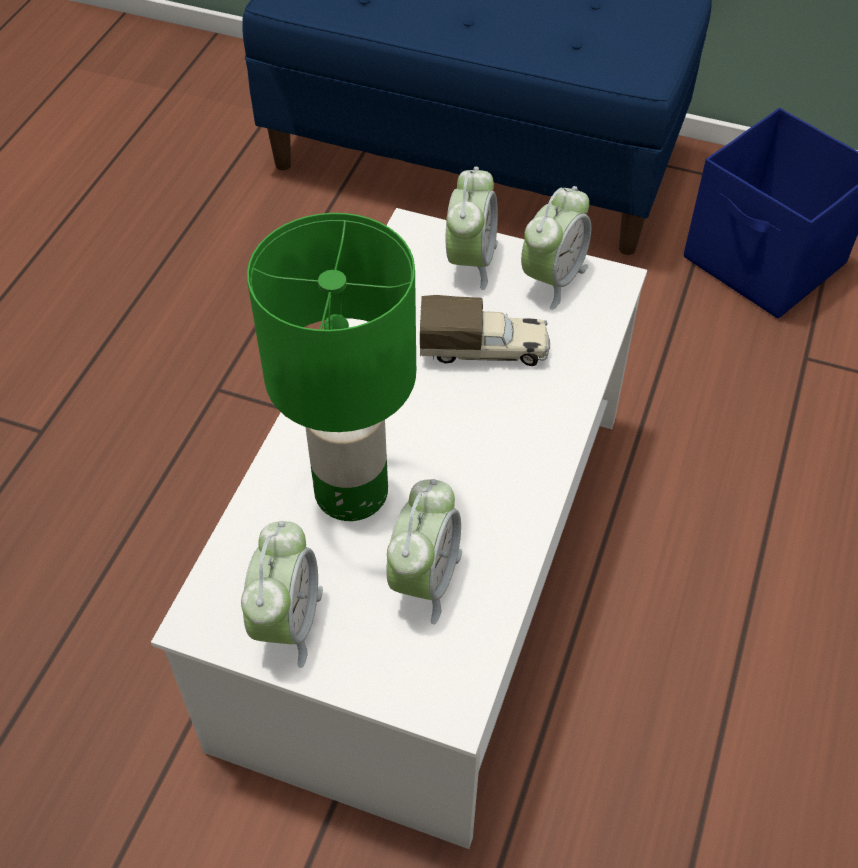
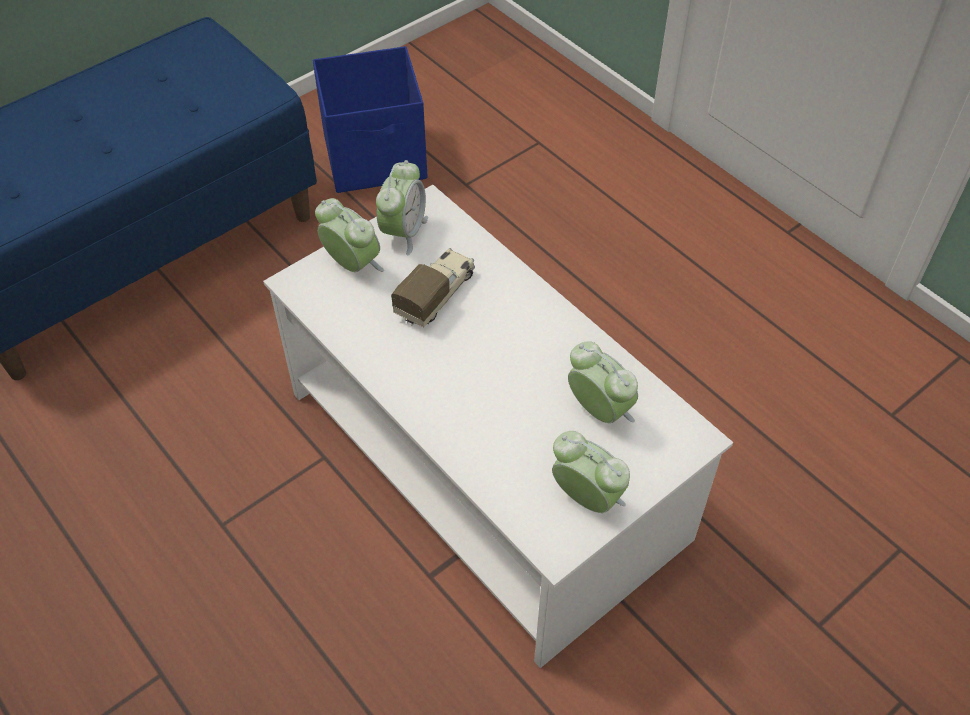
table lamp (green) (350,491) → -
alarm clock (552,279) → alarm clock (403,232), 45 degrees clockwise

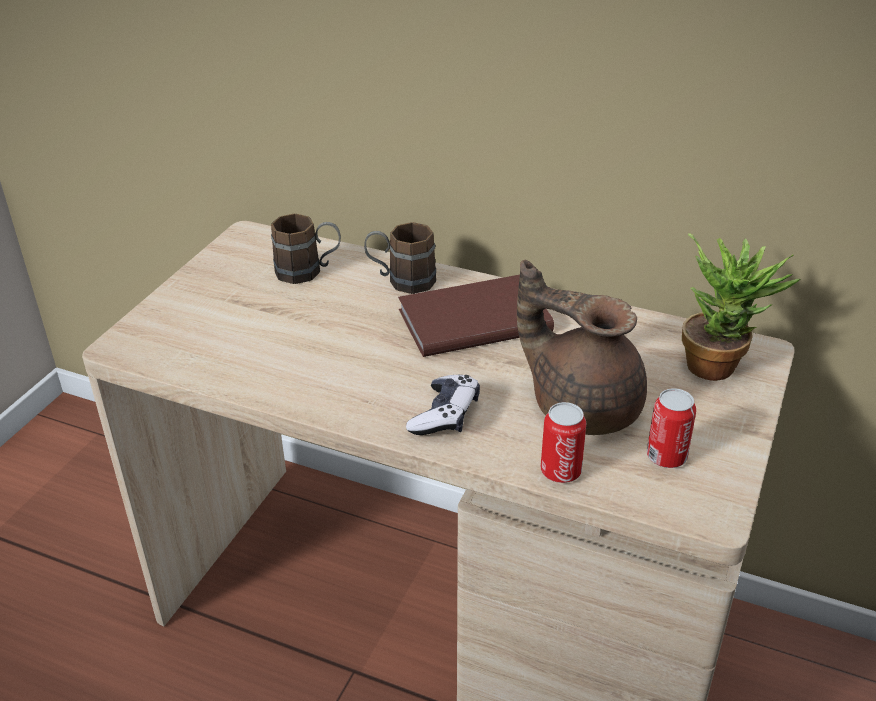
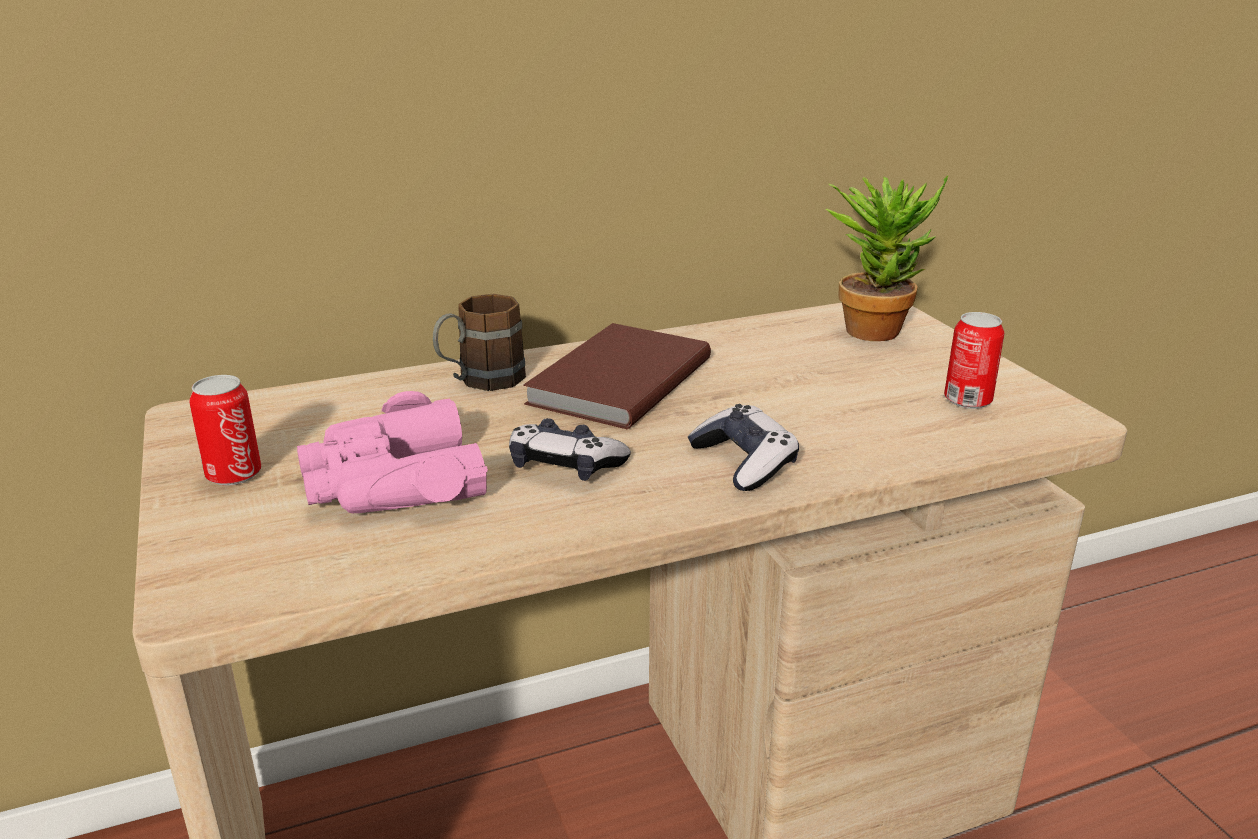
mug (brown) (308,271) → -
teapot (brown) (582,405) → -
can (560,471) → can (234,475), move
- → binoculars (pink) (392,482)
- → game controller (565,466)

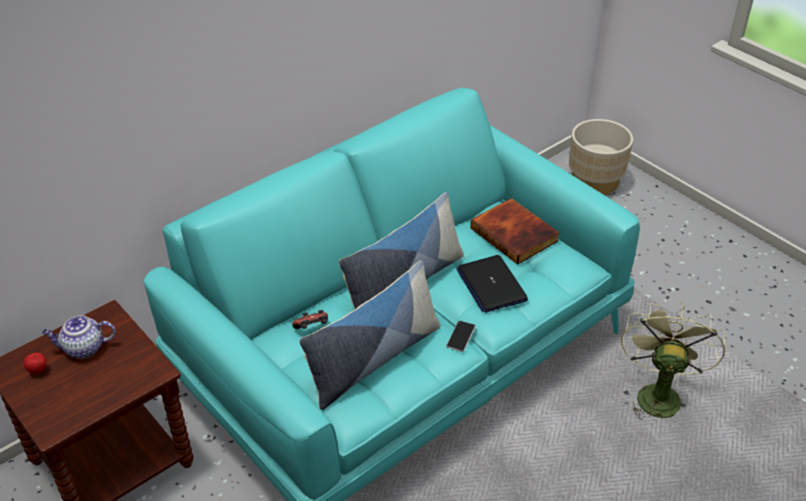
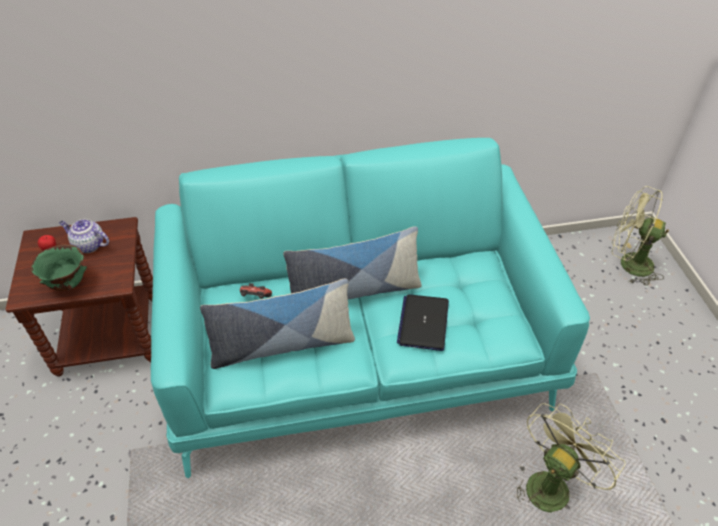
phone (461,337) → -
book (515,234) → -
planter (beige) (595,181) → fan (green) (628,264)
- → bowl (green) (68,284)

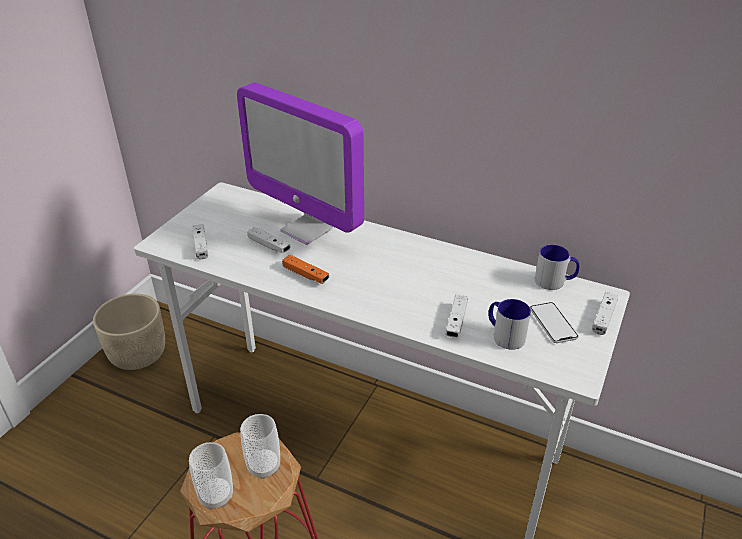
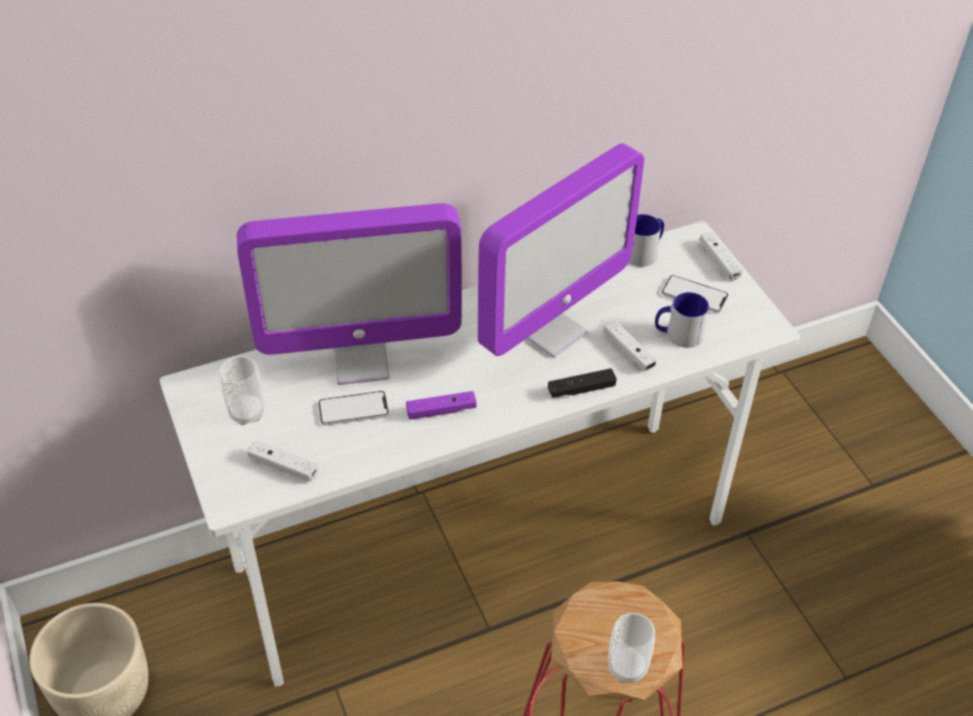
cup (263,466) → cup (246,413), move
game controller (white) (269,245) → phone (353,409)
game controller (orange) (305,275) → game controller (purple) (441,411)
- → monitor (550,331)
- → game controller (black) (581,389)

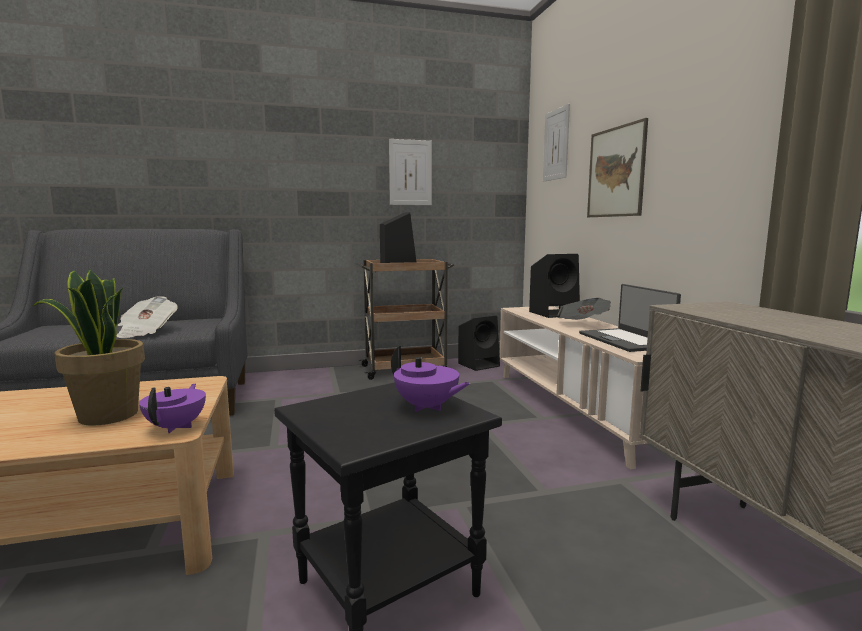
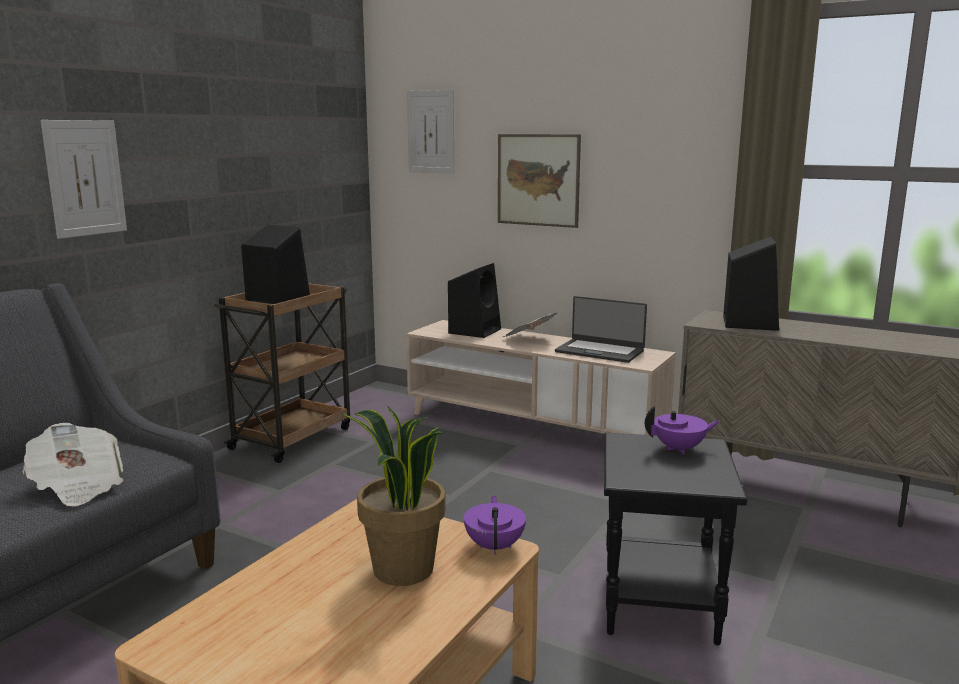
teapot (purple) (177,427) → teapot (purple) (495,546), 45 degrees clockwise
picture (410,172) → picture (85,178), move
speaker (black) (479,364) → speaker (black) (749,322), move

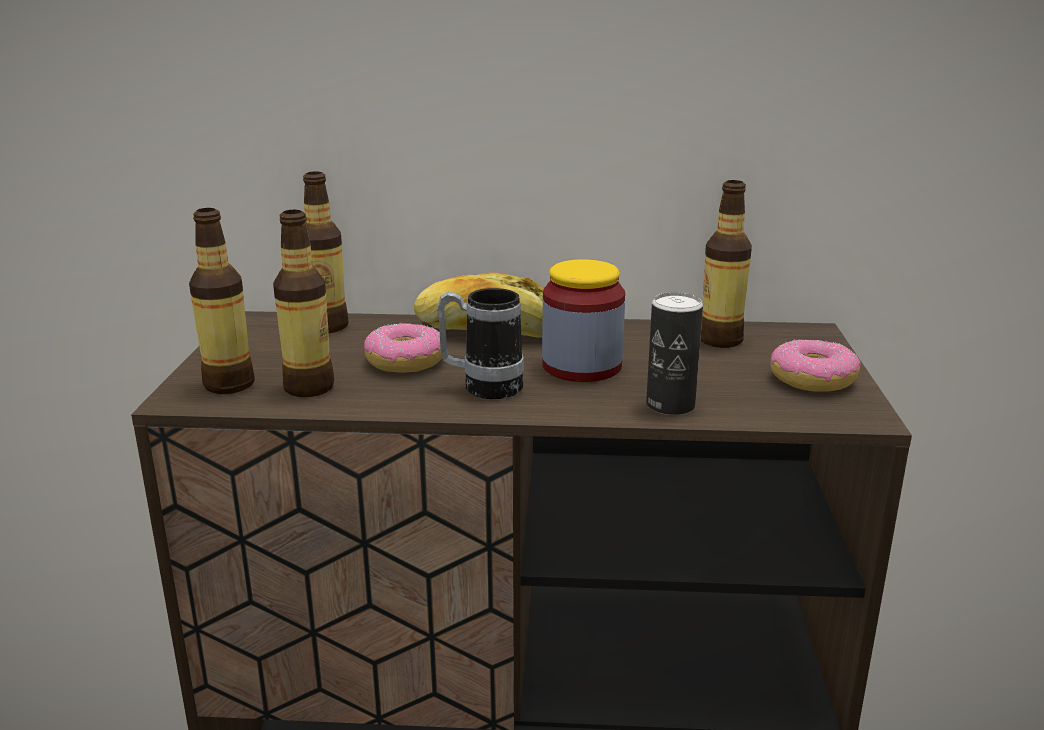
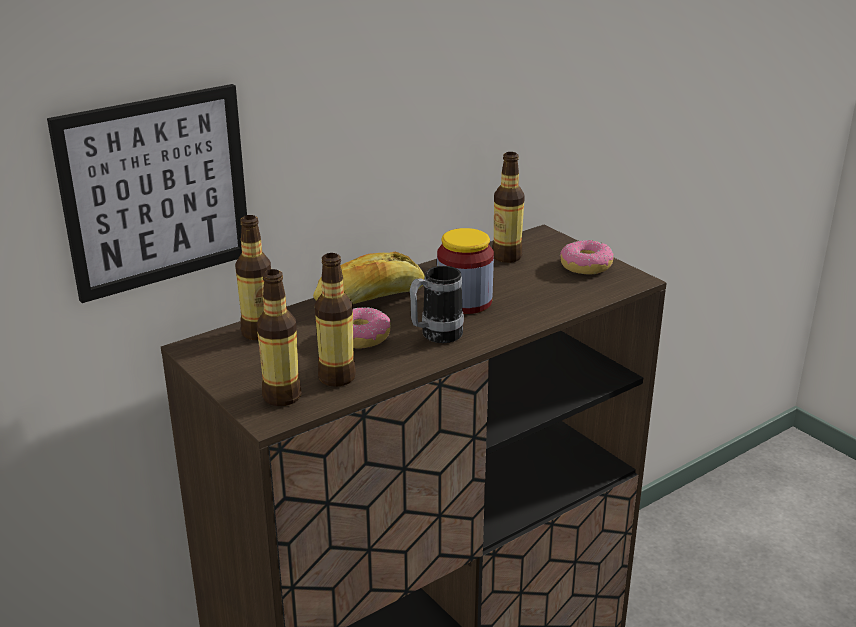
can (670,405) → -
- → picture (156,191)

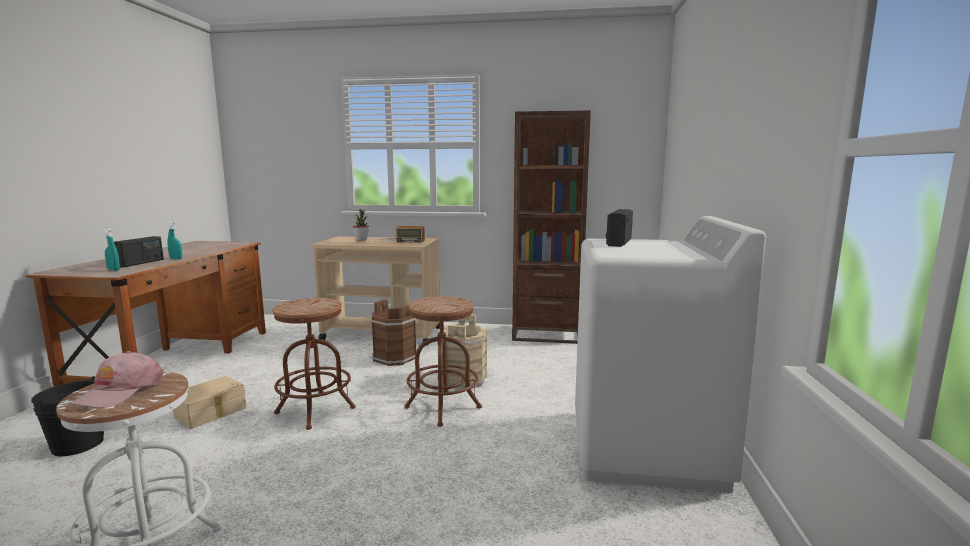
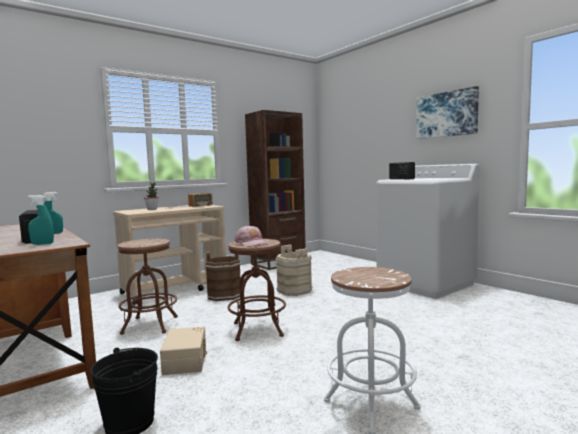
cap (pink) (120,391) → cap (pink) (251,243), move
stool (brown) (443,407) → stool (brown) (150,325), move
- → picture (446,114)

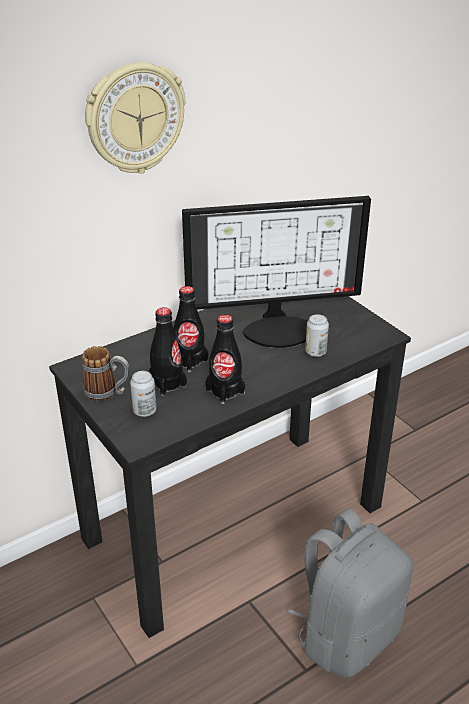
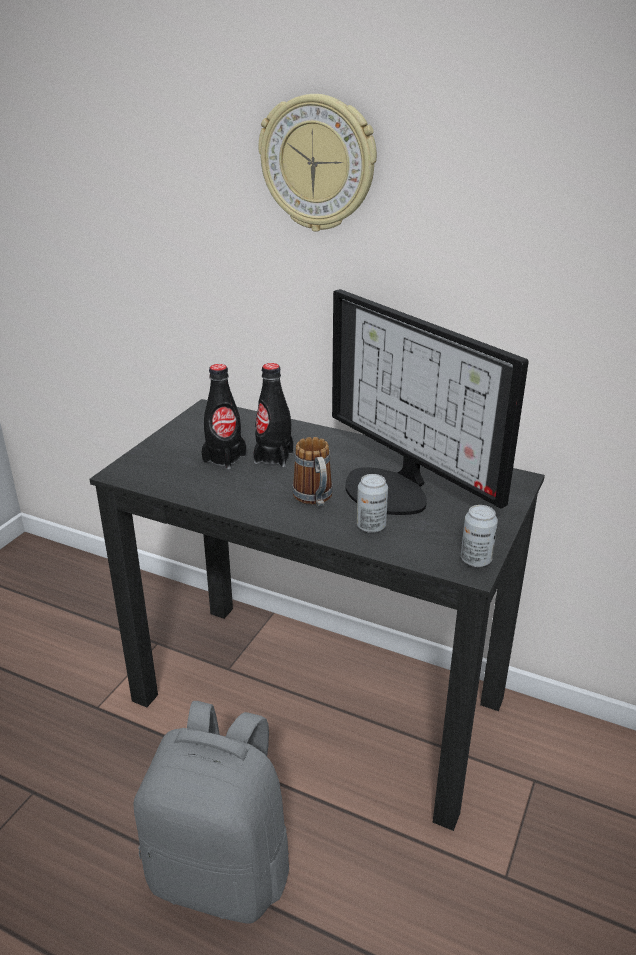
mug (108,392) → mug (315,499), move
can (144,411) → can (476,560), move
bottle (black) (225,391) → -

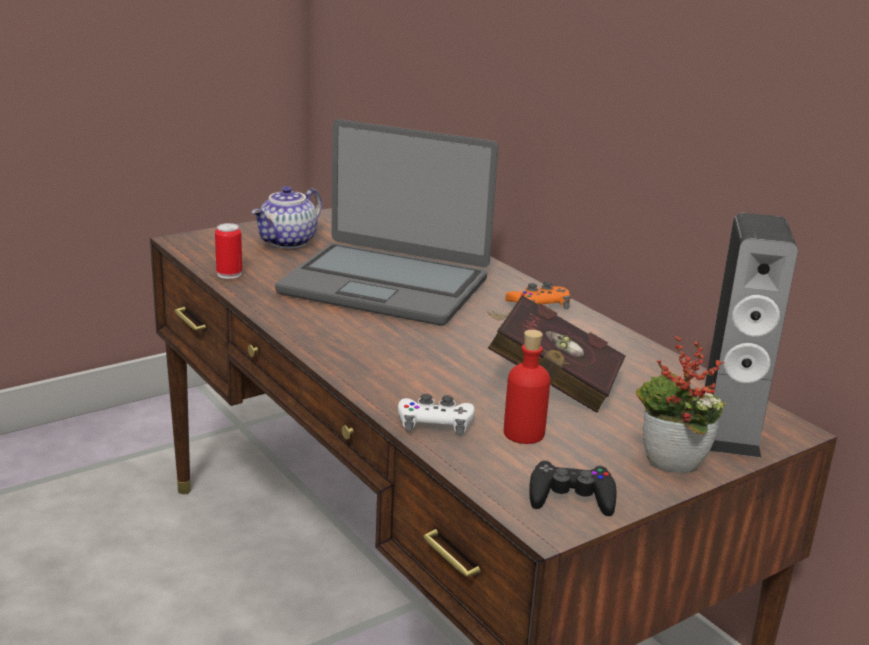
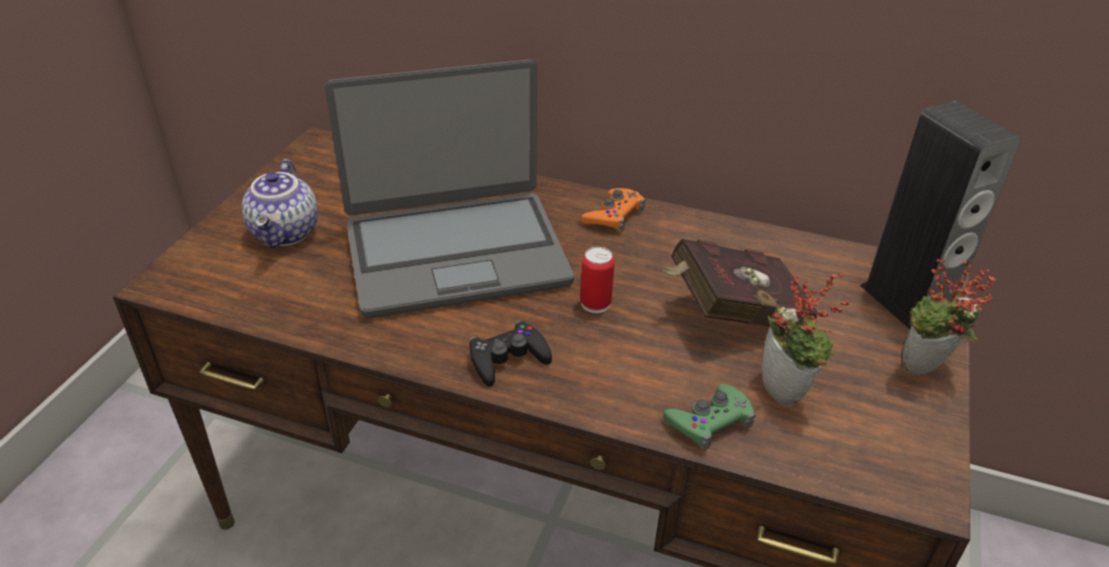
can (229,274) → can (595,303), move
game controller (white) (435,422) → game controller (green) (709,421)
bottle (red) (524,433) → potted plant (787,392)
game controller (black) (571,496) → game controller (black) (508,359), move

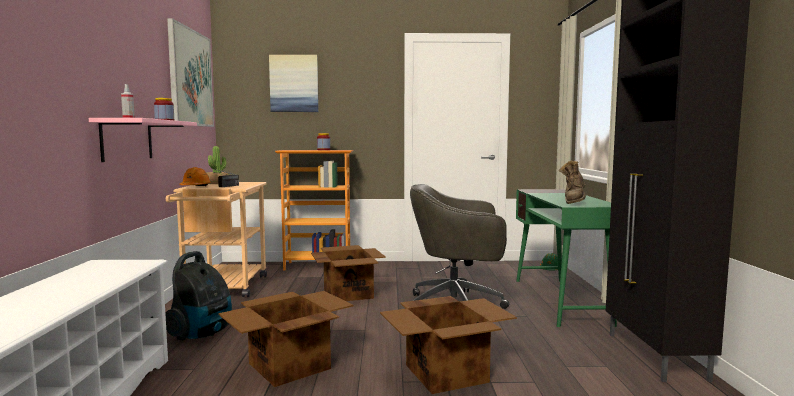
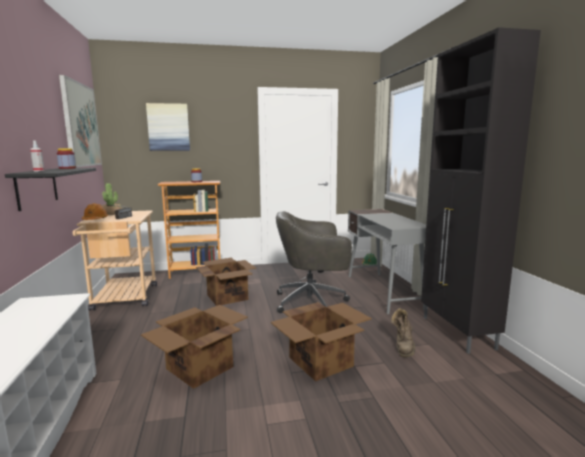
shelf (pink) (127,140) → shelf (black) (37,187)
vacuum cleaner (202,333) → -
desk (green) (560,300) → desk (grey) (383,291)
boot (brown) (573,202) → boot (brown) (403,347), move

